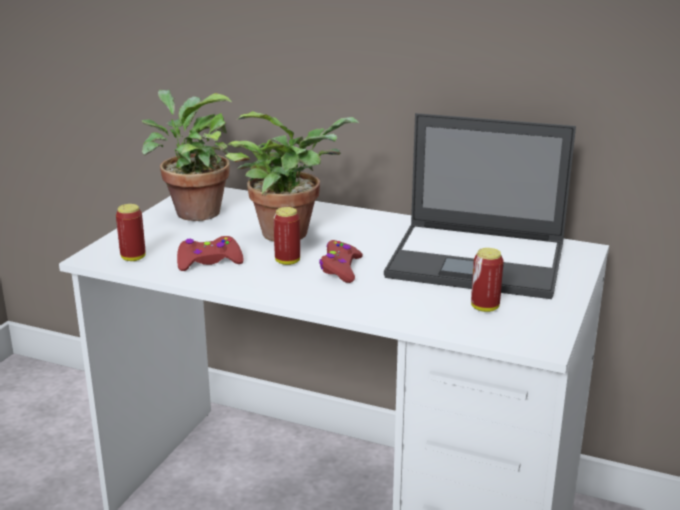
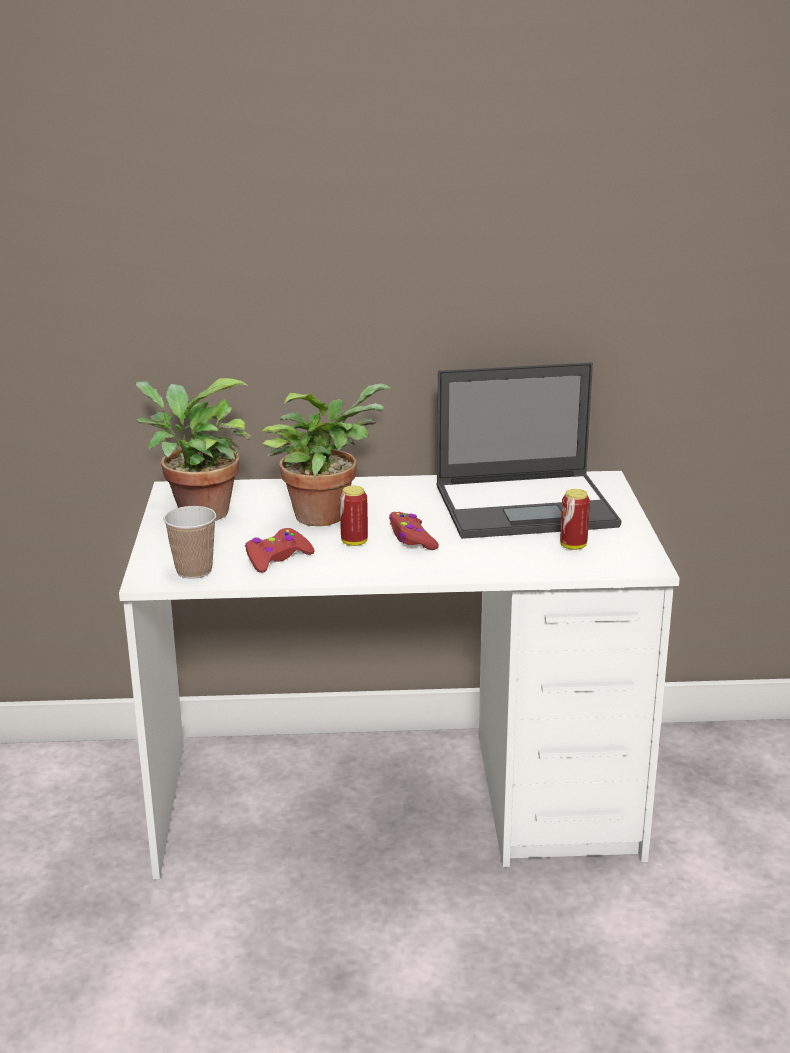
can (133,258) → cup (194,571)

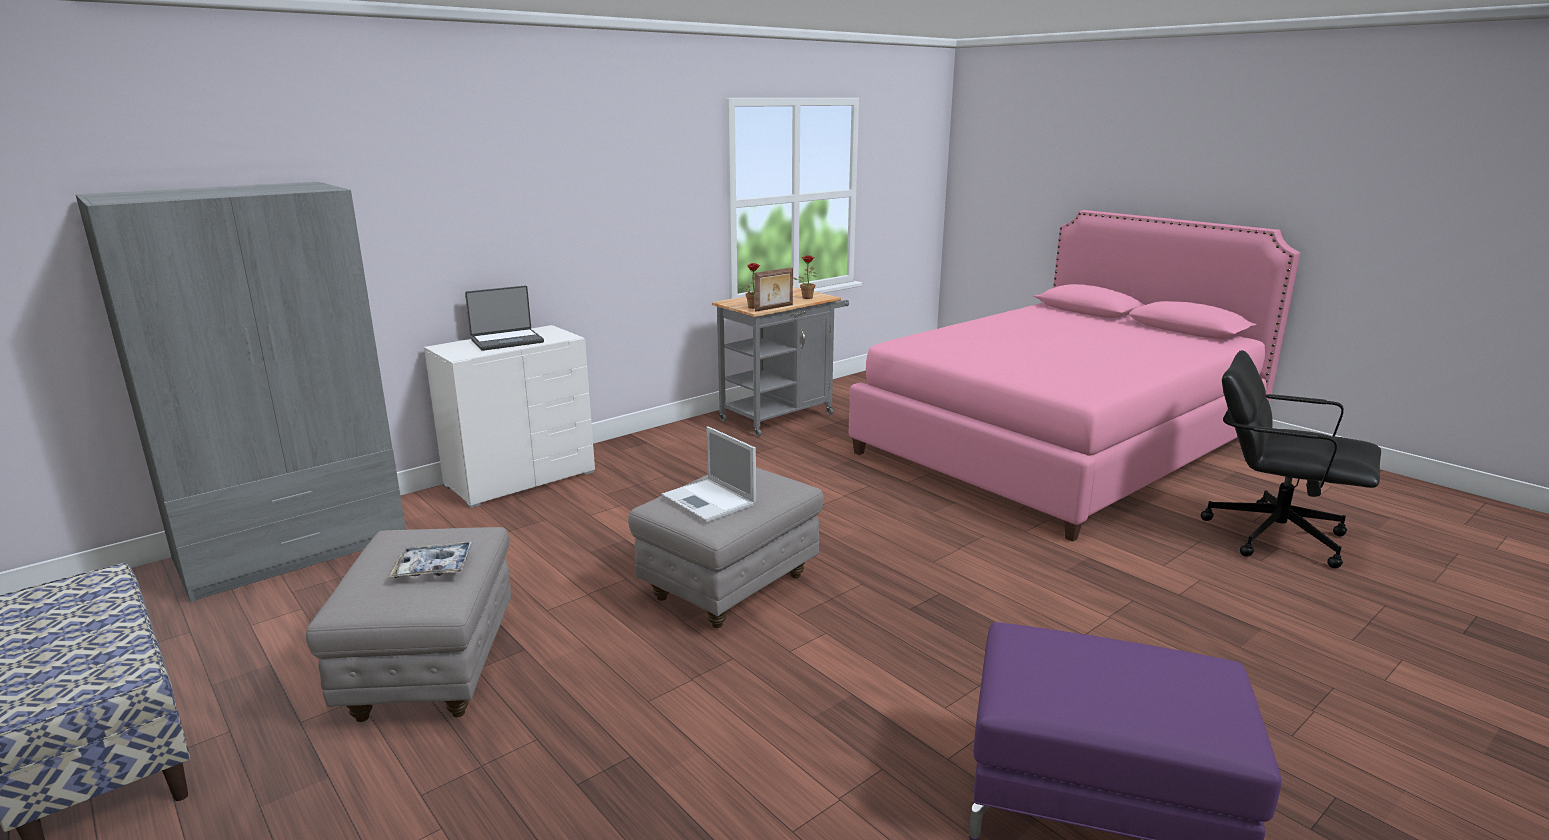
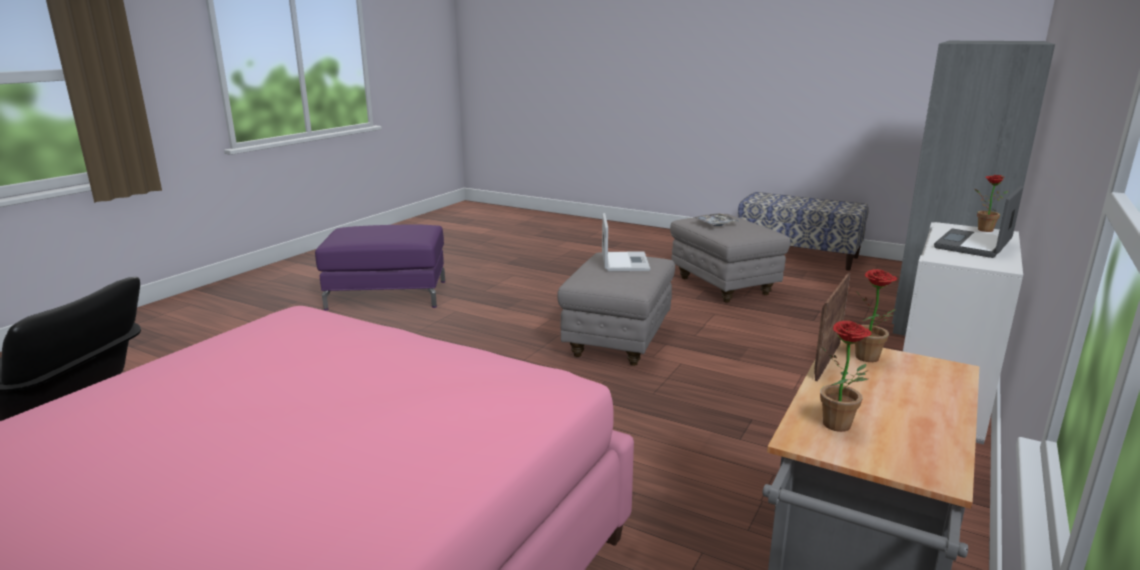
laptop (710,501) → laptop (624,262), 60 degrees clockwise
- → potted plant (982,229)

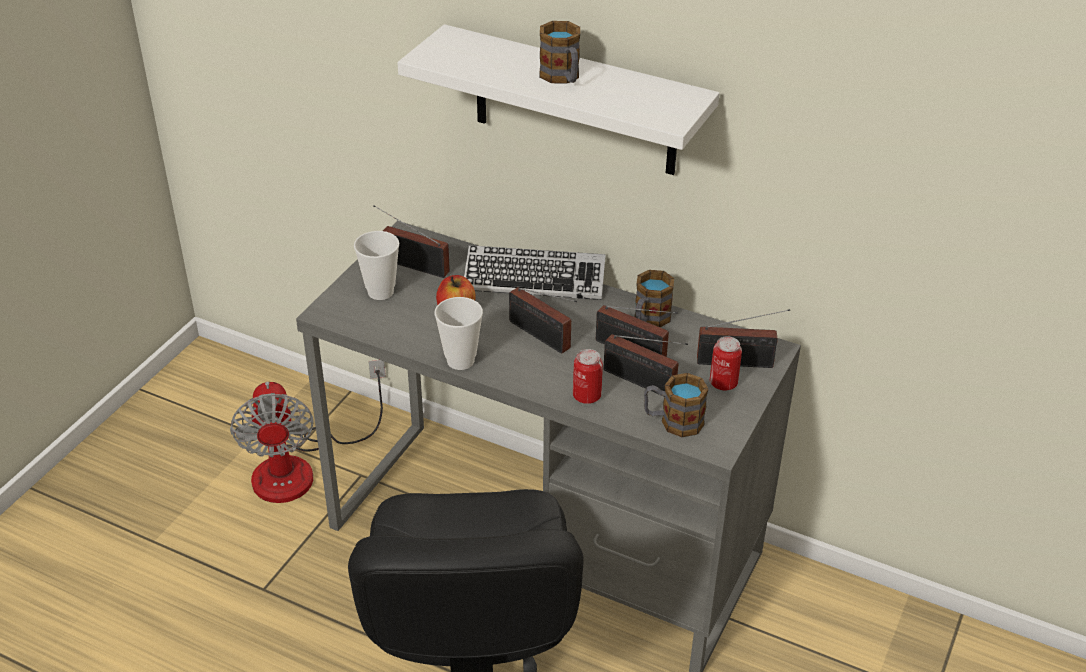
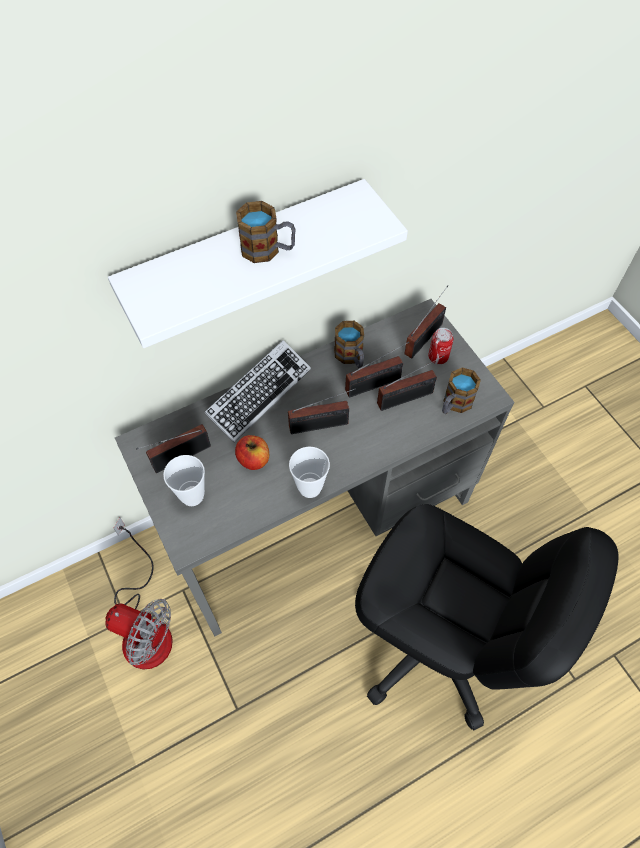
can (586,396) → -

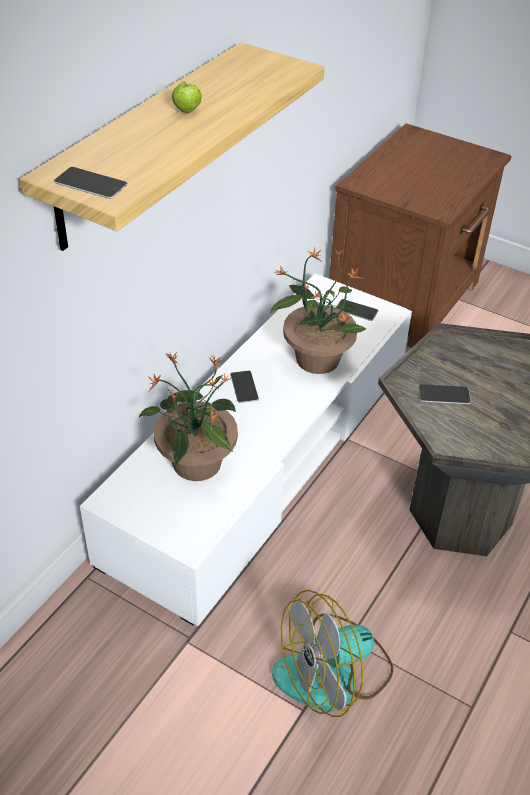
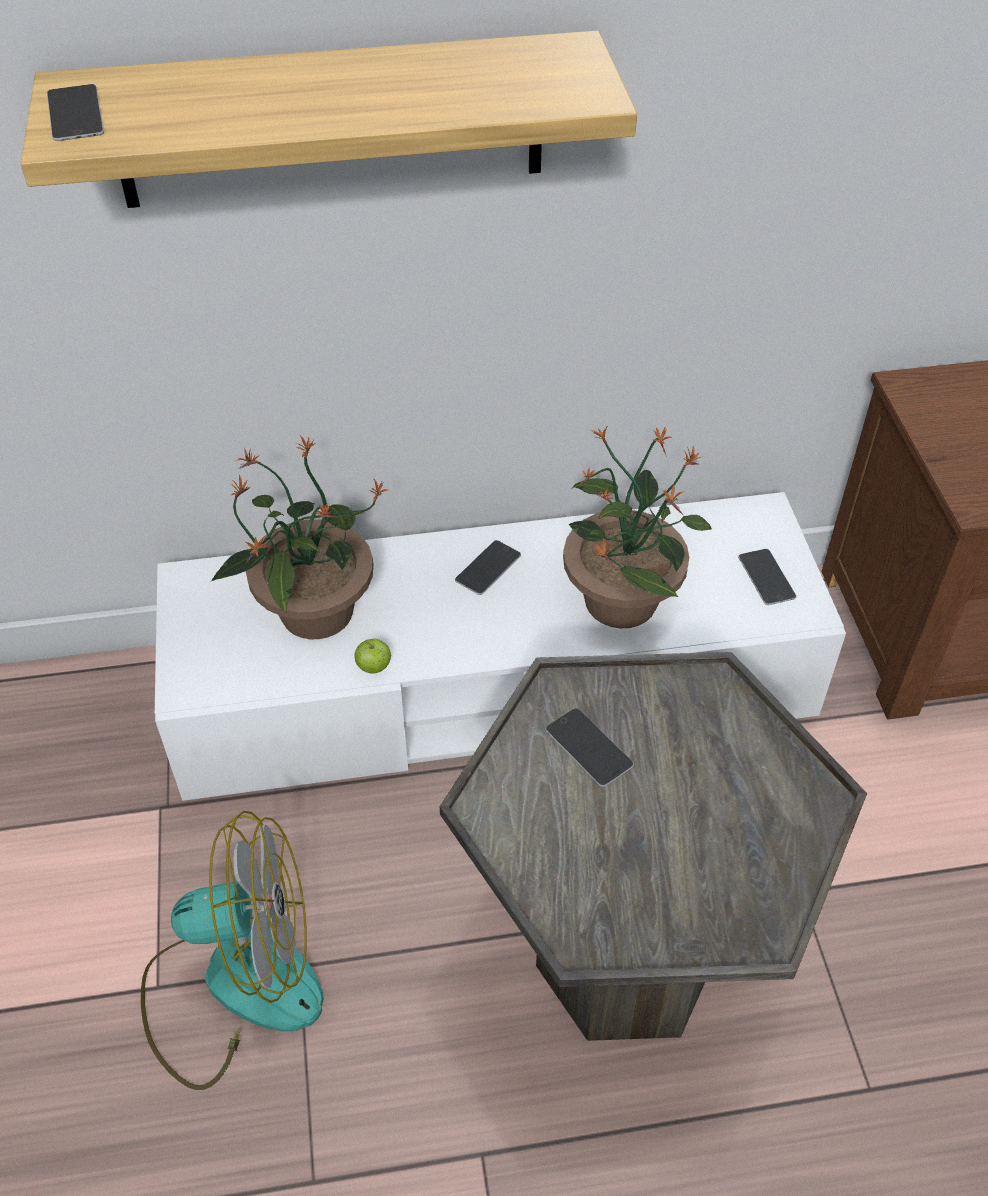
apple (187,110) → apple (374,667), move
fan (333,674) → fan (234,984), 150 degrees clockwise

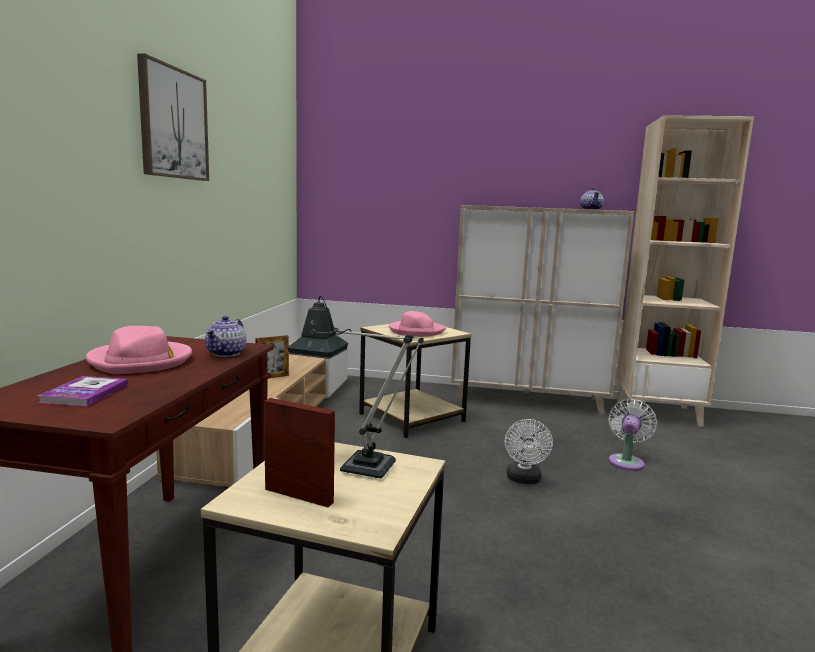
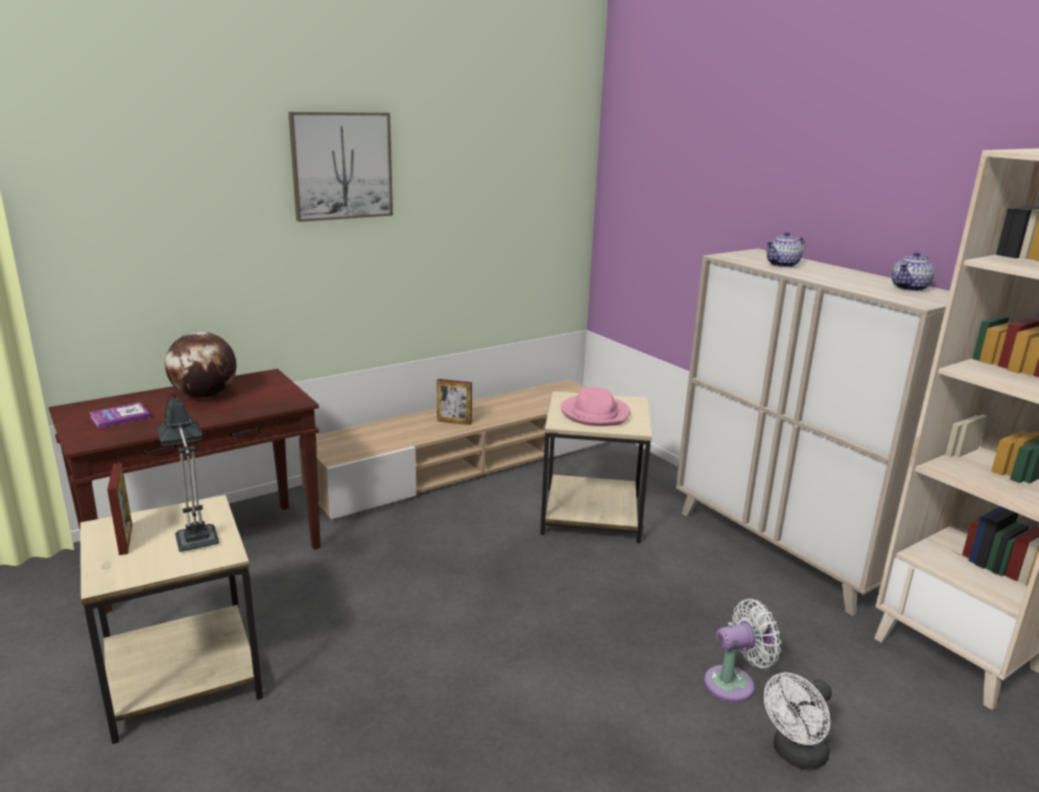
hat (pink) (141,361) → globe (205,396)
teapot (227,353) → teapot (783,265), move
fan (white) (524,480) → fan (white) (795,754), move

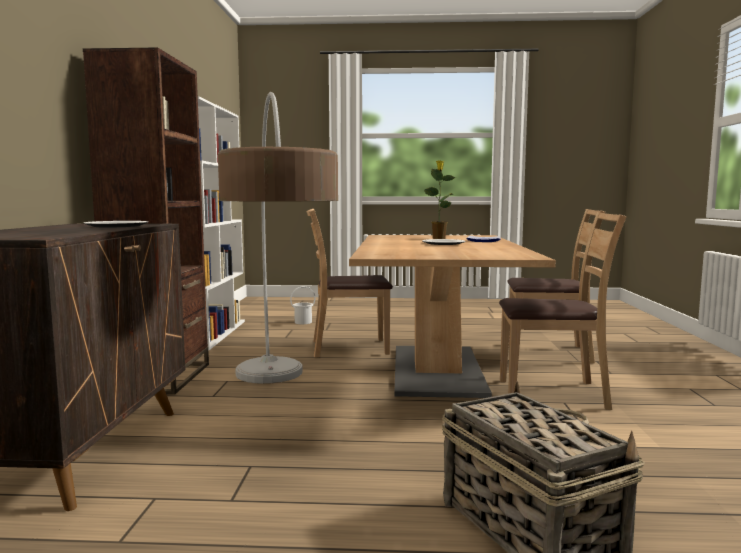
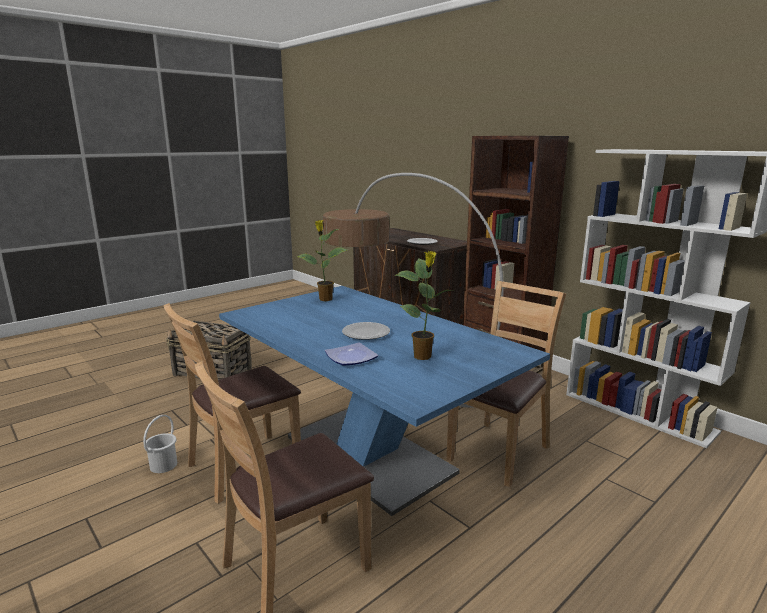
bucket (white) (303,322) → bucket (white) (164,465), move
dining table (brown) (437,370) → dining table (blue) (368,454)
- → potted plant (325,299)

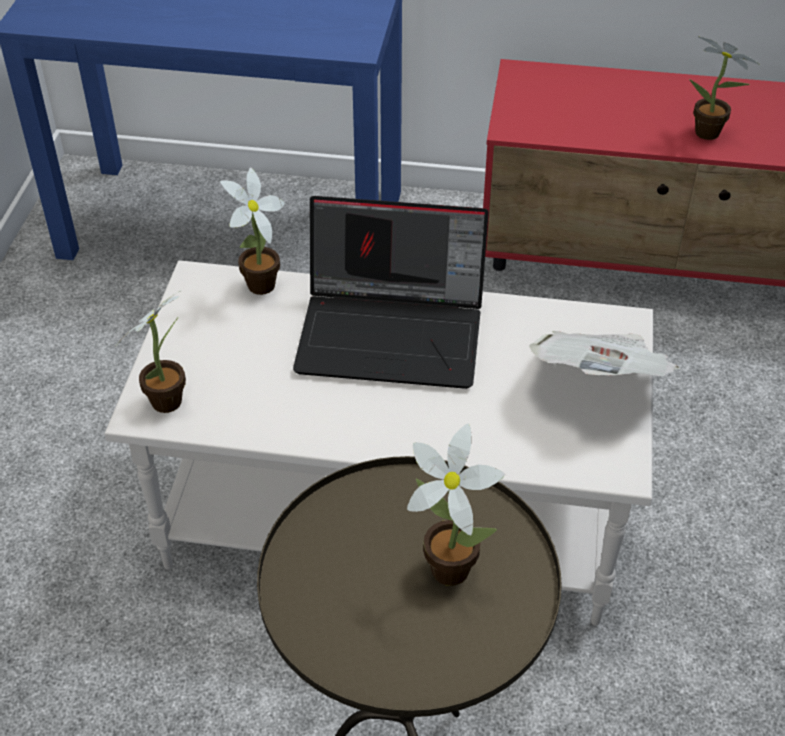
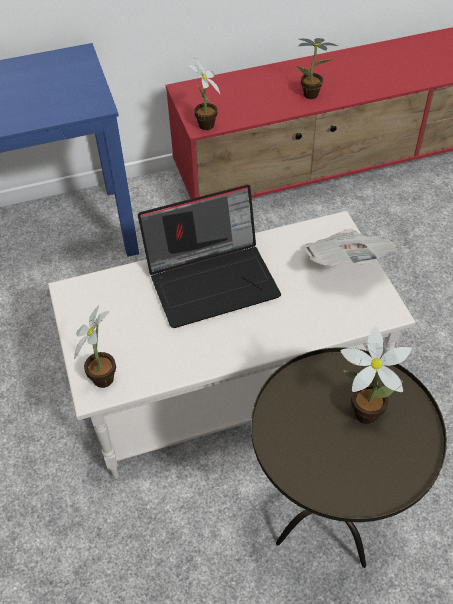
potted plant (257,288) → potted plant (205,127), move

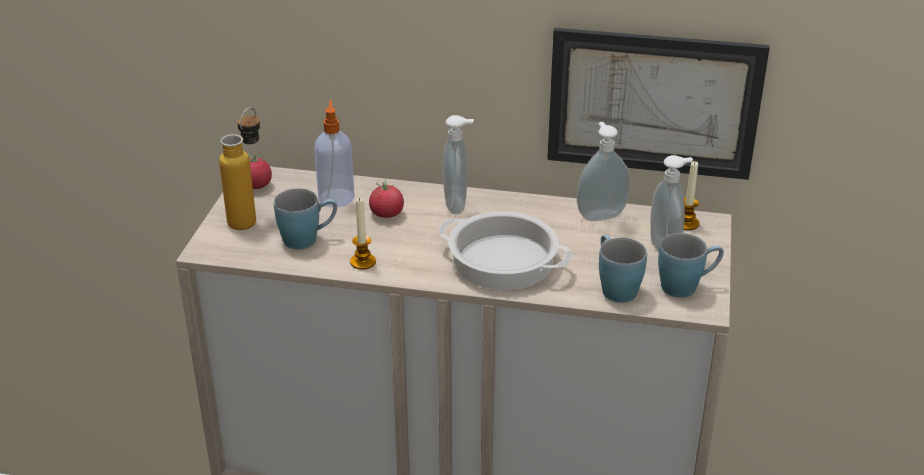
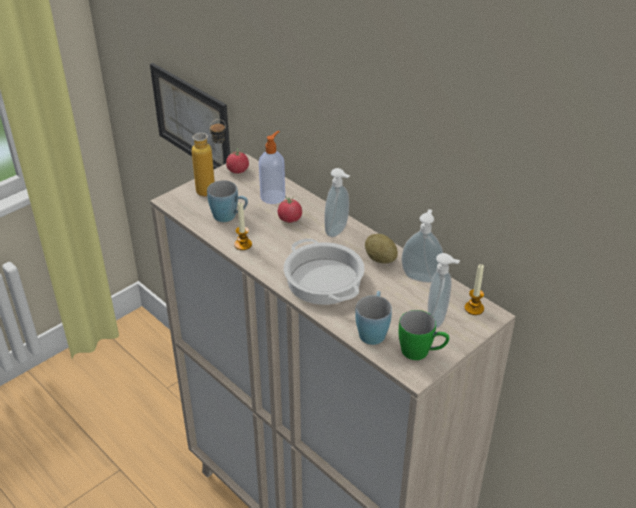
picture (653,103) → picture (192,120), move
mug (blue) (687,286) → mug (green) (421,352)
- → potato (380,259)

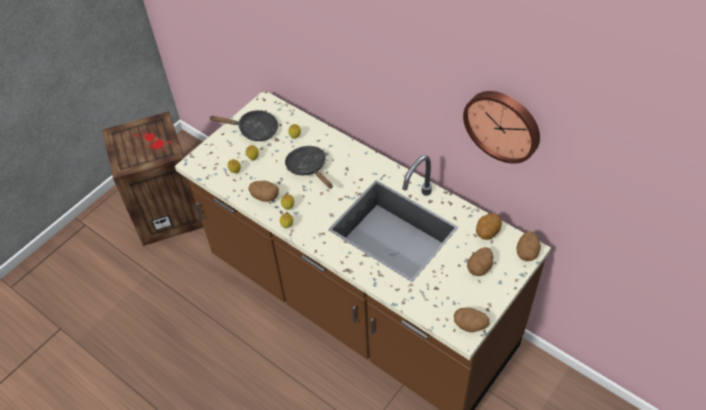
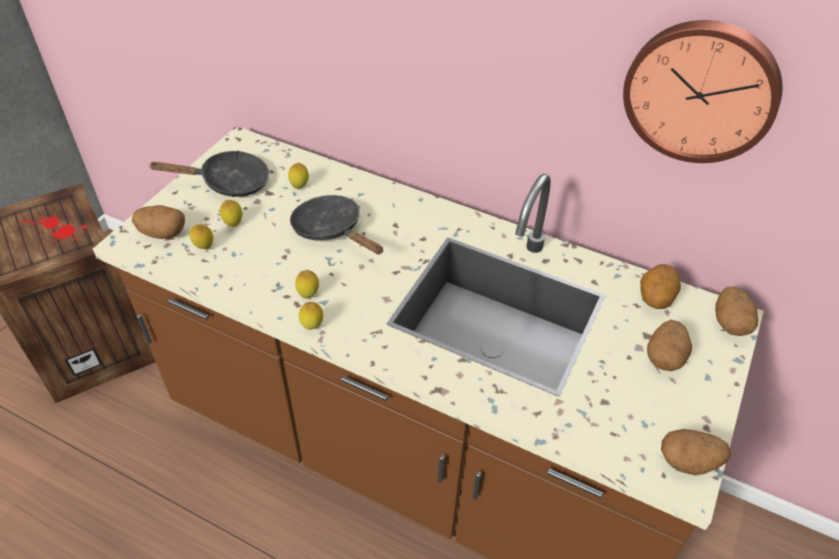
potato (265,196) → potato (162,233), move

